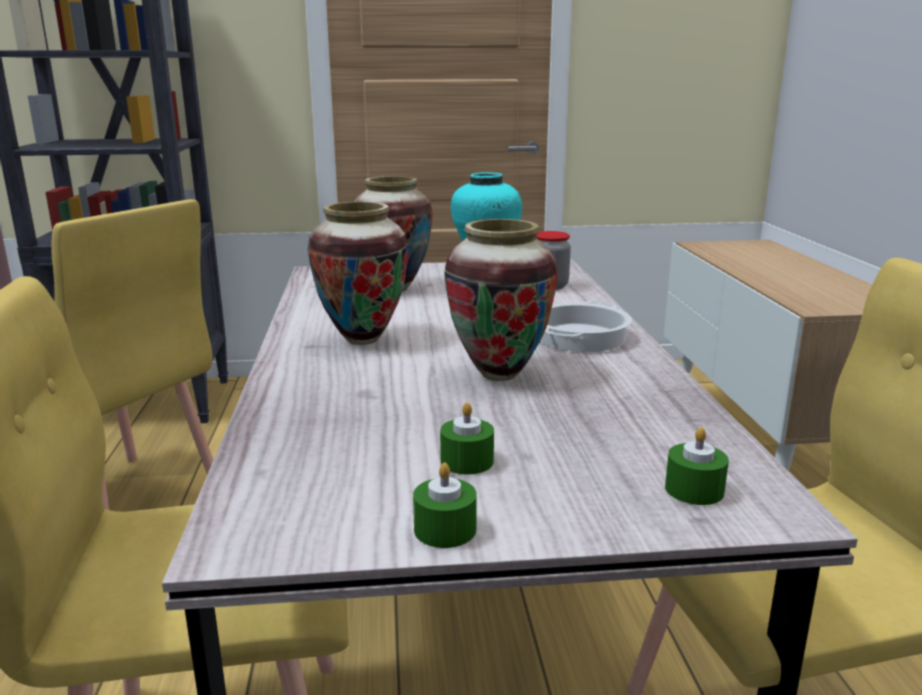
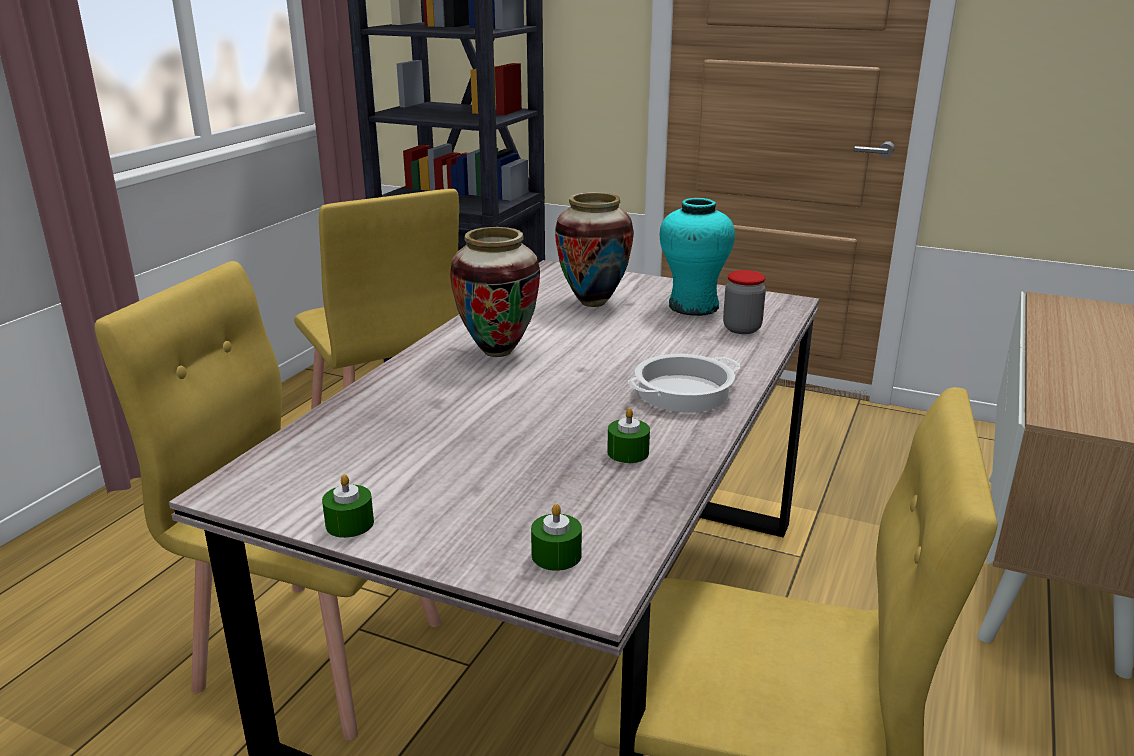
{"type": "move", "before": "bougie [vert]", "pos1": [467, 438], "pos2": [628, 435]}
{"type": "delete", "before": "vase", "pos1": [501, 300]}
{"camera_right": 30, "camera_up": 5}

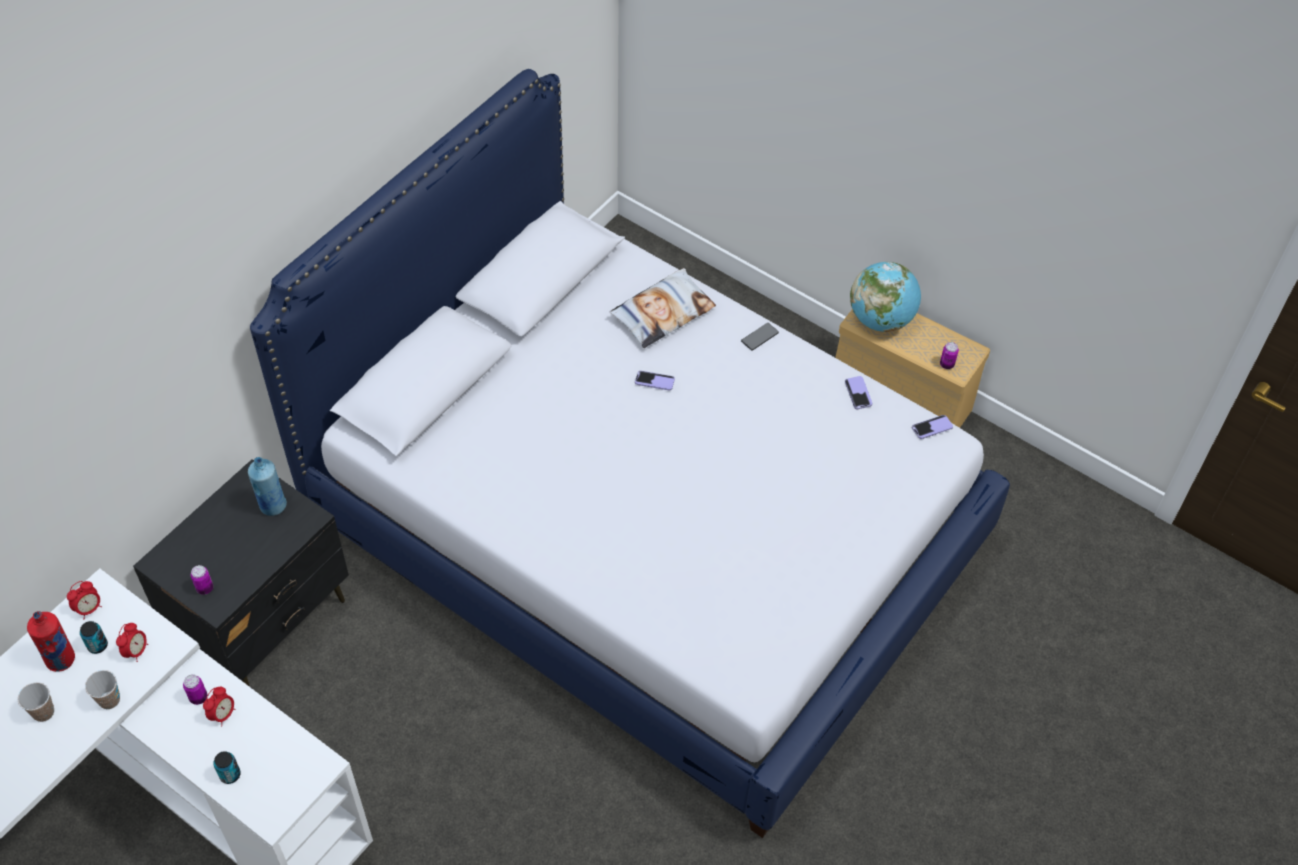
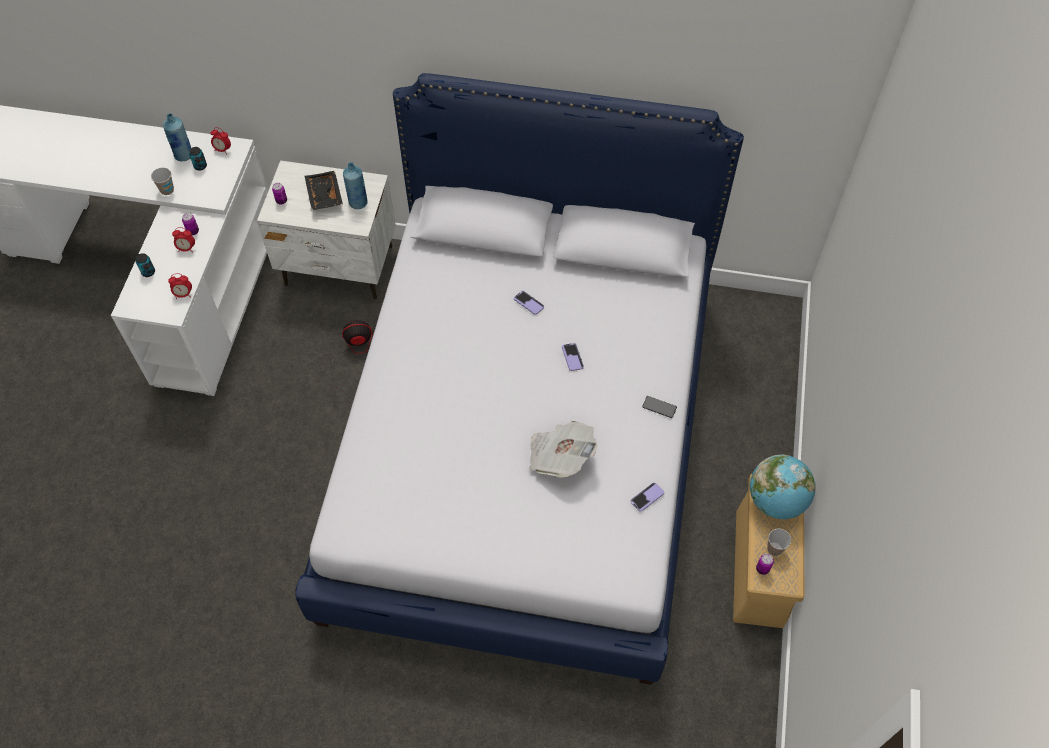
{"type": "recolor", "before": "bouteille [rouge]", "after": "bouteille [bleu]", "pos1": [51, 641], "pos2": [177, 137]}
{"type": "move", "before": "réveil", "pos1": [132, 642], "pos2": [180, 286]}
{"type": "recolor", "before": "table de chevet [noir]", "after": "table de chevet [blanc]", "pos1": [241, 573], "pos2": [326, 229]}
{"type": "insert", "after": "plateau [noir]", "pos2": [323, 190]}
{"type": "insert", "after": "ventilateur", "pos2": [346, 363]}
{"type": "move", "before": "téléphone", "pos1": [932, 427], "pos2": [529, 303]}
{"type": "insert", "after": "journal", "pos2": [563, 449]}
{"type": "move", "before": "tasse", "pos1": [36, 702], "pos2": [779, 542]}
{"type": "delete", "before": "coussin", "pos1": [663, 308]}
{"camera_right": 65, "camera_up": 5}

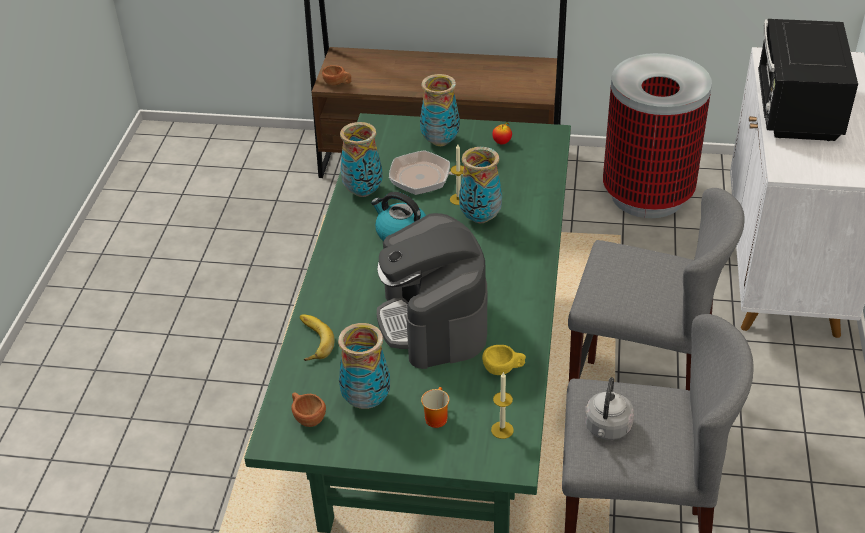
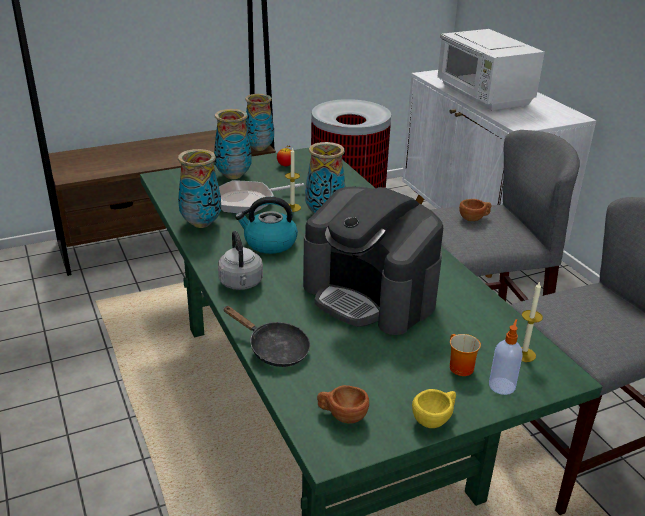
{"type": "move", "before": "bouilloire [gris]", "pos1": [609, 408], "pos2": [240, 260]}
{"type": "replace", "before": "banane", "after": "poêle [noir]", "pos1": [317, 337], "pos2": [266, 336]}
{"type": "move", "before": "vase", "pos1": [364, 366], "pos2": [259, 122]}
{"type": "move", "before": "tasse [jaune]", "pos1": [504, 360], "pos2": [434, 408]}
{"type": "recolor", "before": "micro-ondes [noir]", "after": "micro-ondes [blanc]", "pos1": [808, 80], "pos2": [491, 70]}
{"type": "move", "before": "tasse [marron]", "pos1": [336, 75], "pos2": [475, 210]}
{"type": "insert", "after": "distributeur de savon", "pos2": [505, 357]}
{"camera_right": -35, "camera_up": -10}

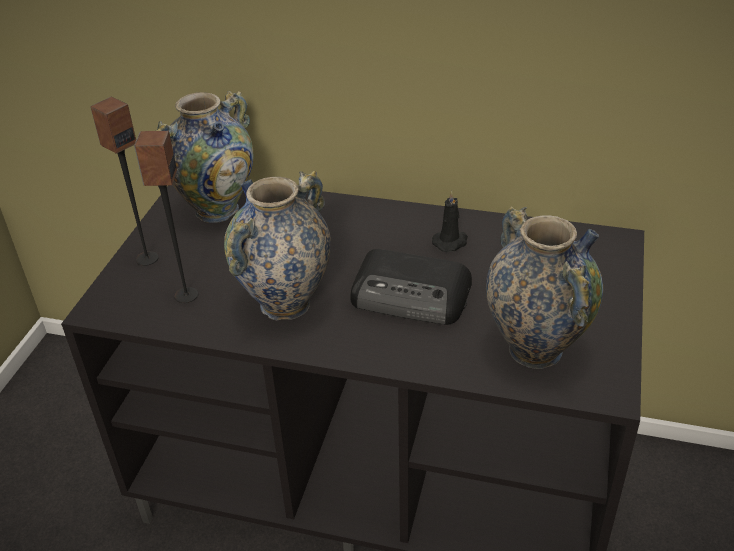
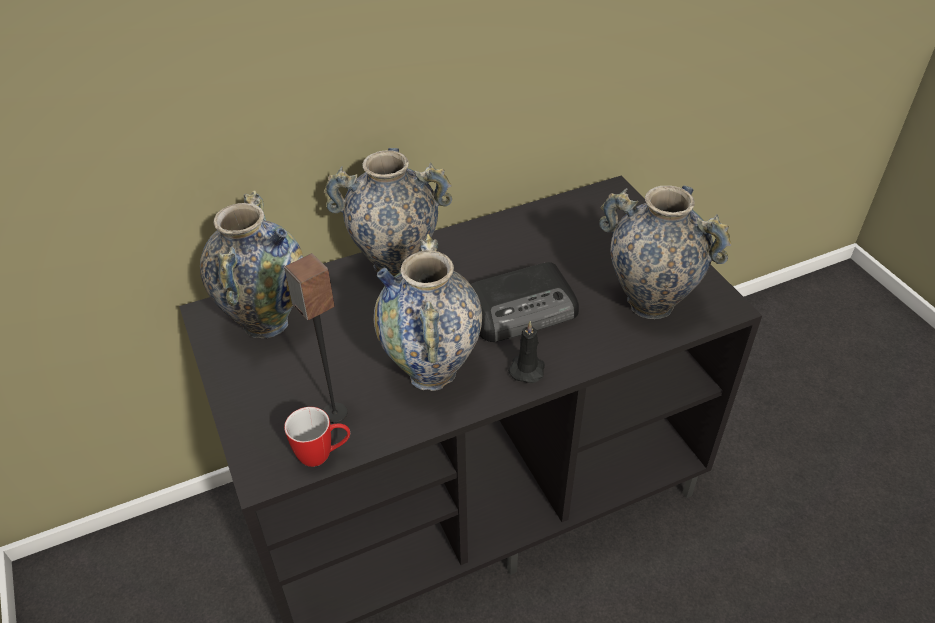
{"type": "insert", "after": "mug", "pos2": [317, 437]}
{"type": "insert", "after": "vase", "pos2": [388, 212]}
{"type": "move", "before": "bougie [noir]", "pos1": [450, 221], "pos2": [526, 352]}
{"type": "delete", "before": "enceinte", "pos1": [124, 181]}
{"camera_right": -40, "camera_up": 5}

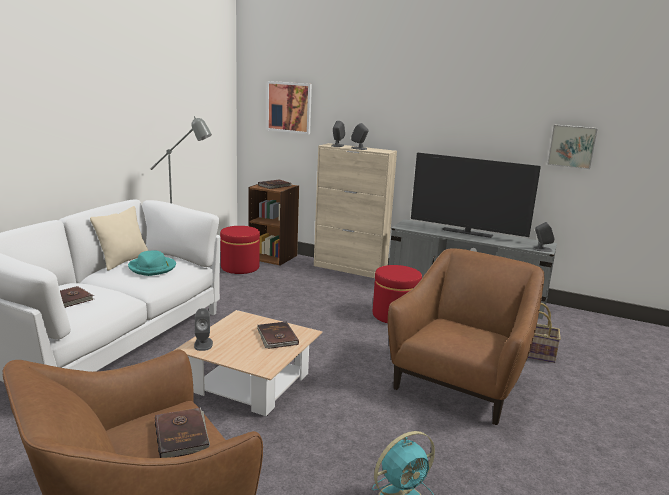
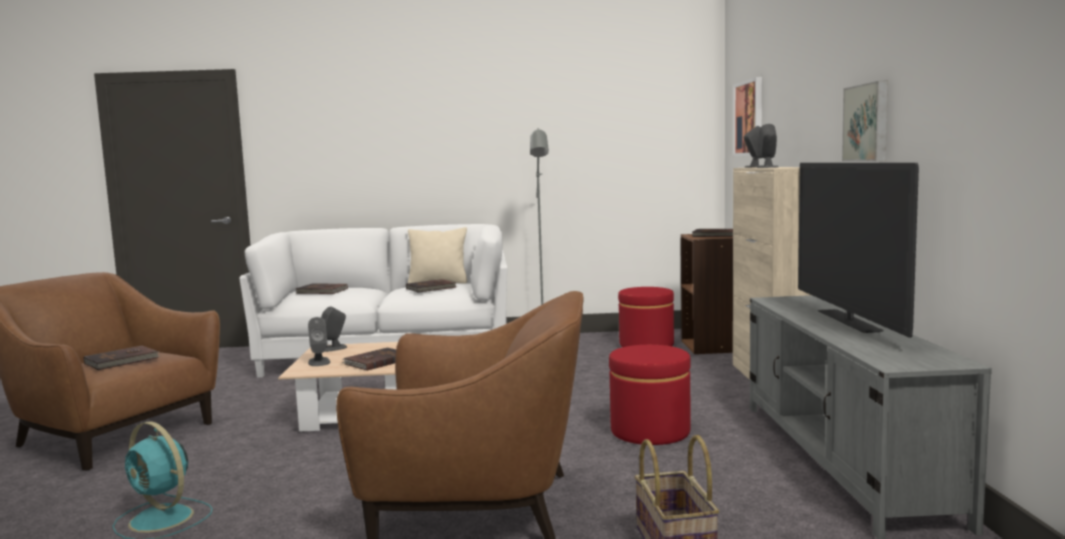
{"type": "move", "before": "enceinte [gris]", "pos1": [543, 237], "pos2": [319, 341]}
{"type": "replace", "before": "chapeau [turquoise]", "after": "livre [marron]", "pos1": [152, 263], "pos2": [431, 286]}
{"type": "move", "before": "tableau", "pos1": [572, 146], "pos2": [865, 121]}
{"camera_right": 65, "camera_up": -10}

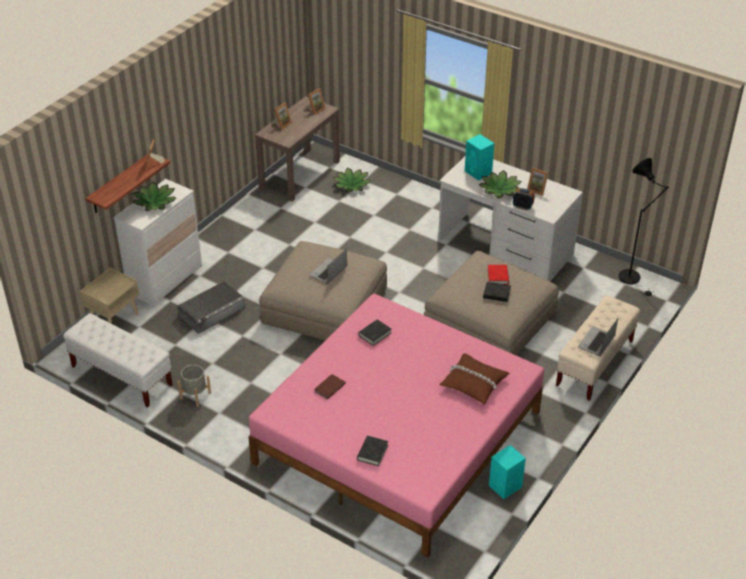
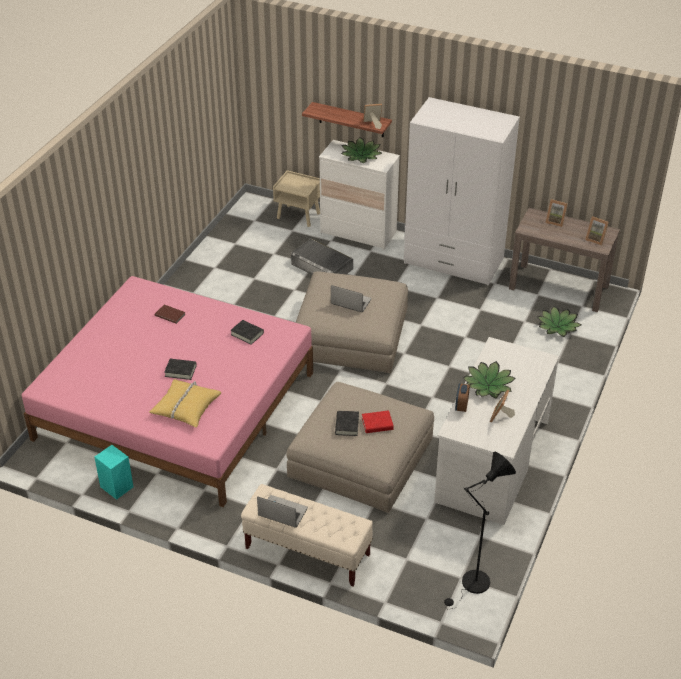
{"type": "recolor", "before": "coussin [marron]", "after": "coussin [jaune]", "pos1": [475, 378], "pos2": [185, 403]}
{"type": "move", "before": "livre [noir]", "pos1": [372, 451], "pos2": [180, 369]}
{"type": "insert", "after": "armoire [blanc]", "pos2": [462, 191]}
{"type": "delete", "before": "banc [blanc]", "pos1": [118, 360]}
{"type": "delete", "before": "cache-pot [gris]", "pos1": [194, 386]}
{"type": "delete", "before": "enceinte [turquoise]", "pos1": [480, 157]}
{"camera_right": 80, "camera_up": 0}

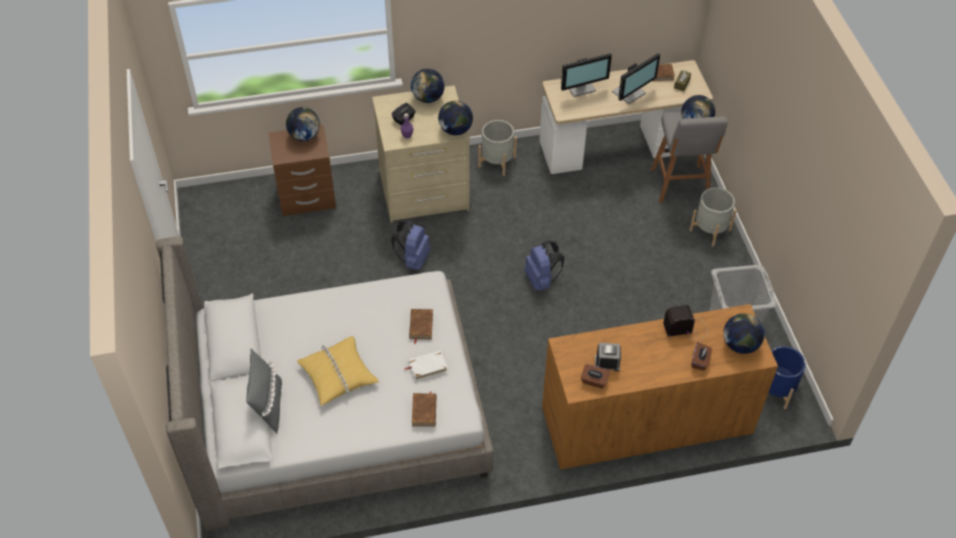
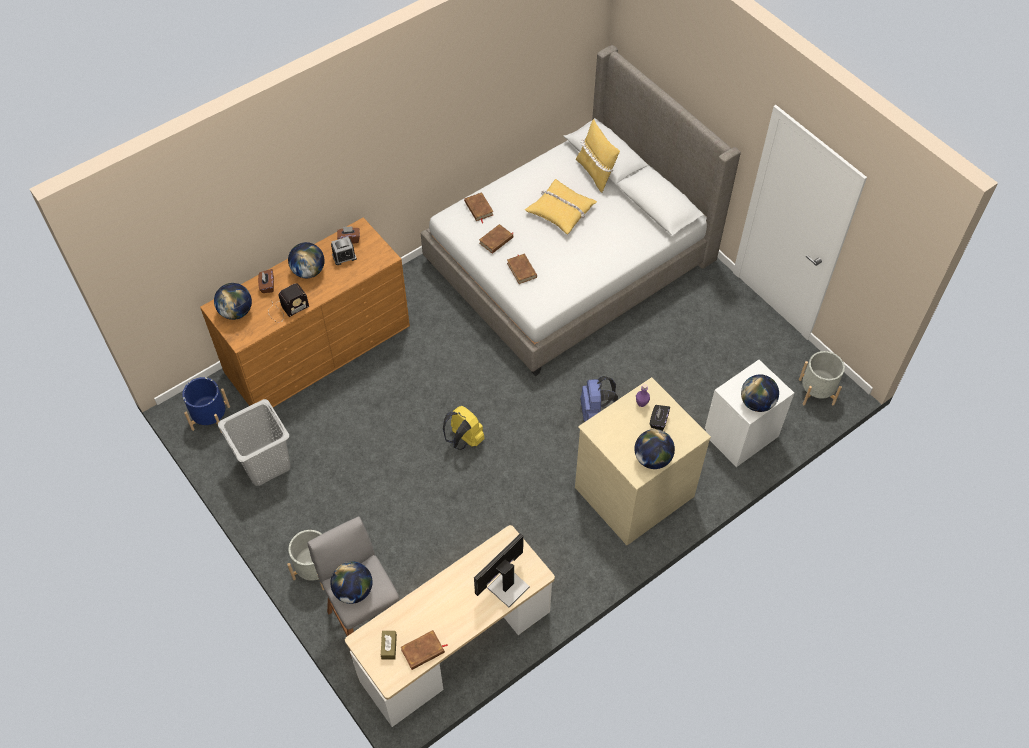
{"type": "move", "before": "globe", "pos1": [455, 117], "pos2": [306, 260]}
{"type": "recolor", "before": "sac à dos [bleu]", "after": "sac à dos [jaune]", "pos1": [544, 266], "pos2": [464, 428]}
{"type": "recolor", "before": "livre [blanc]", "after": "livre [marron]", "pos1": [426, 365], "pos2": [496, 239]}
{"type": "recolor", "before": "coussin [gris]", "after": "coussin [jaune]", "pos1": [264, 391], "pos2": [598, 156]}
{"type": "recolor", "before": "table de chevet [marron]", "after": "table de chevet [blanc]", "pos1": [302, 170], "pos2": [749, 413]}
{"type": "move", "before": "cache-pot [gris]", "pos1": [497, 148], "pos2": [822, 378]}
{"type": "delete", "before": "écran d'ordinateur", "pos1": [636, 78]}
{"camera_right": 155, "camera_up": 5}

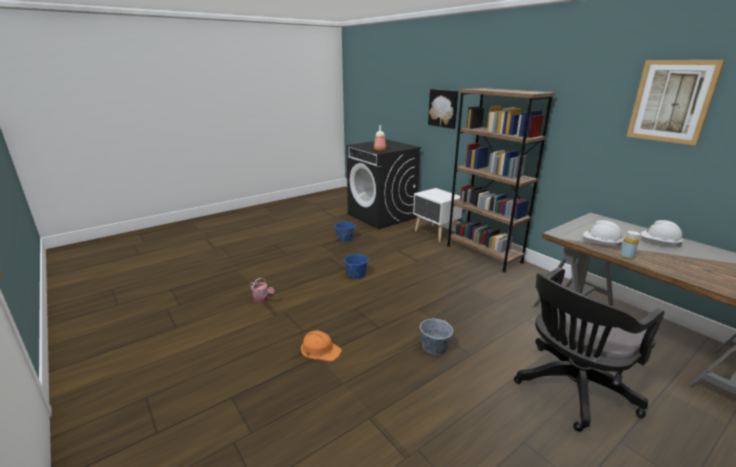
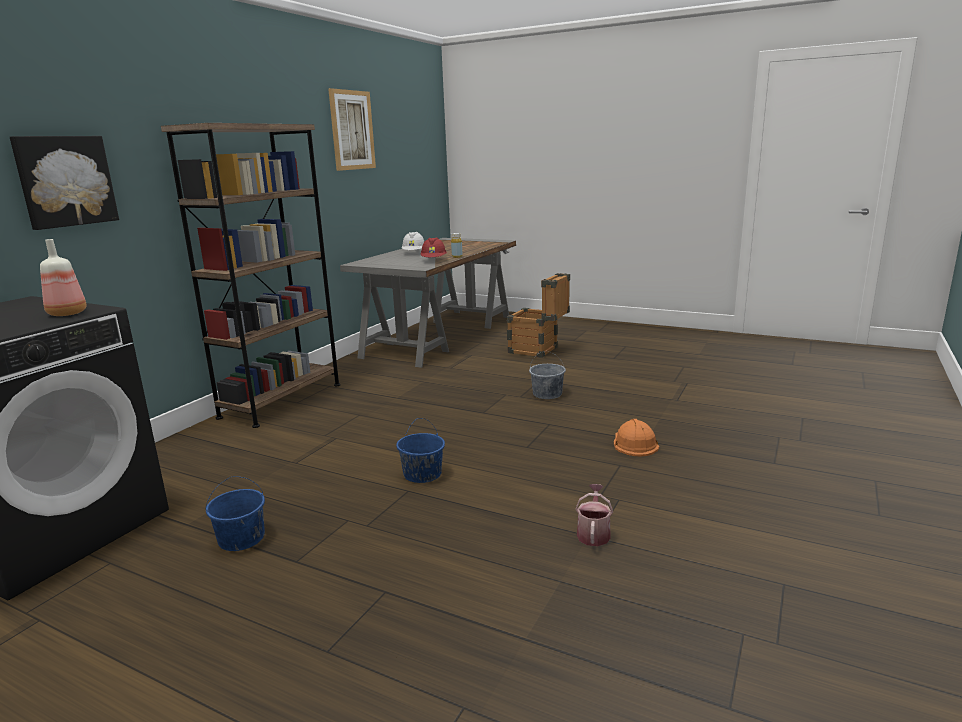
{"type": "recolor", "before": "casque de chantier [blanc]", "after": "casque de chantier [rouge]", "pos1": [603, 233], "pos2": [434, 248]}
{"type": "replace", "before": "chaise de bureau [noir]", "after": "caisse", "pos1": [589, 349], "pos2": [538, 315]}
{"type": "delete", "before": "table de chevet [blanc]", "pos1": [438, 215]}
{"camera_right": -115, "camera_up": -5}

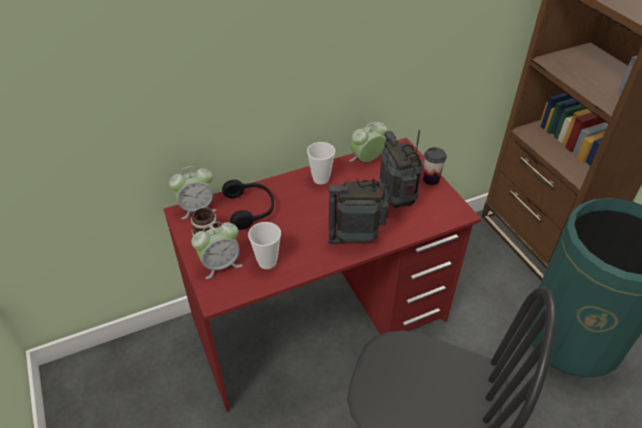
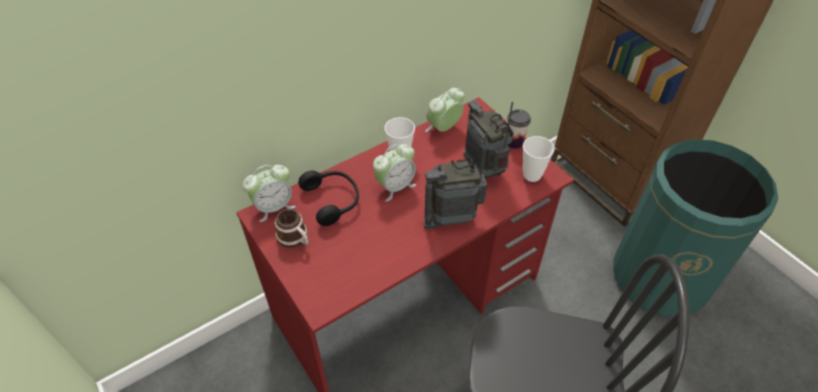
{"type": "move", "before": "réveil", "pos1": [217, 250], "pos2": [394, 173]}
{"type": "move", "before": "tasse", "pos1": [264, 245], "pos2": [539, 159]}
{"camera_right": -10, "camera_up": 5}

